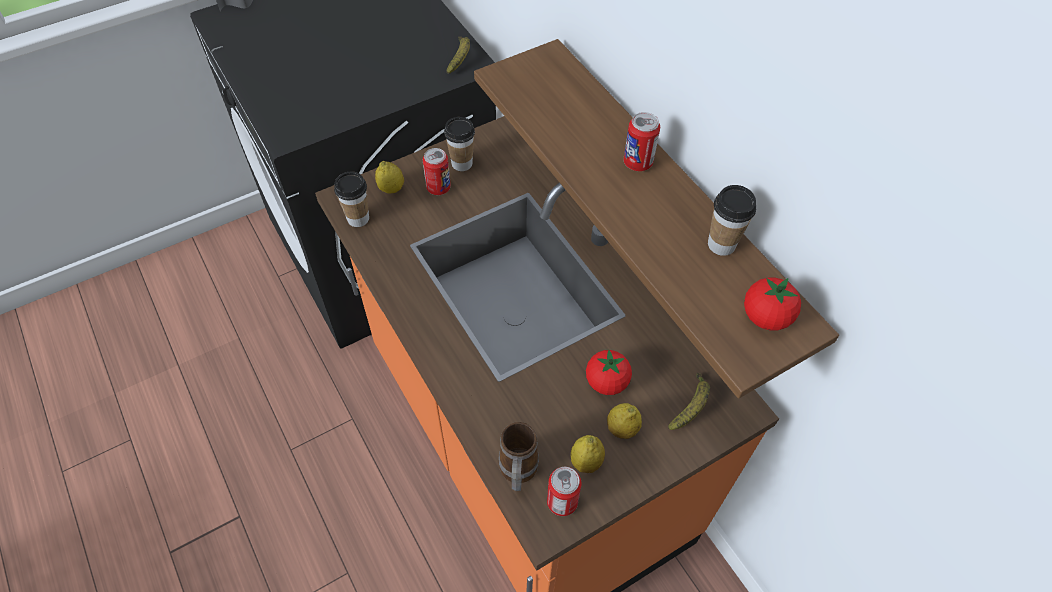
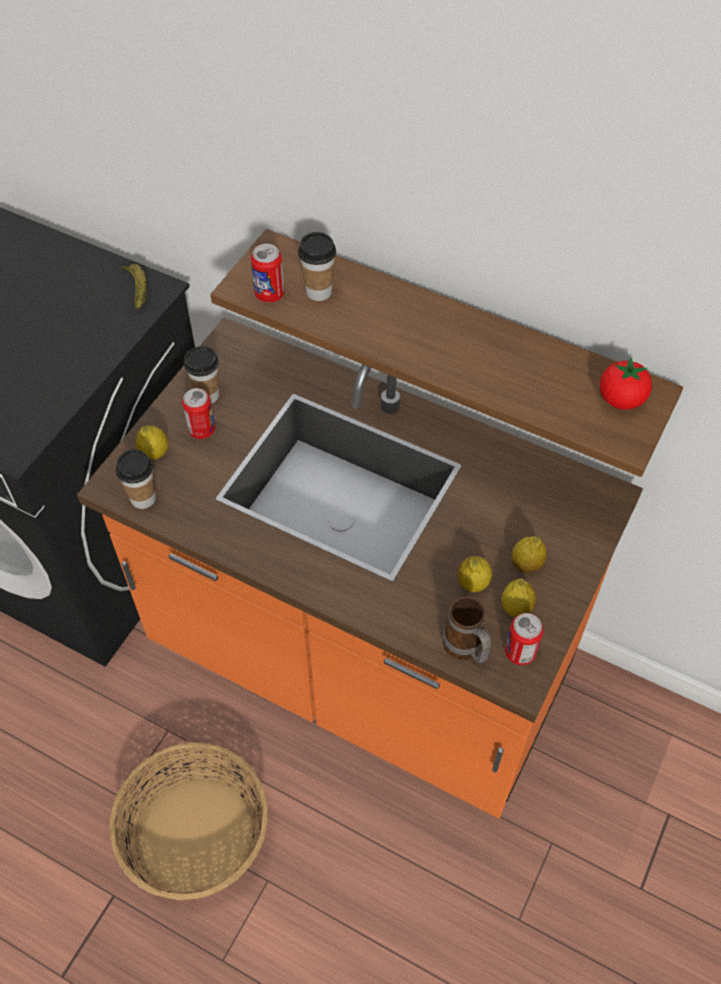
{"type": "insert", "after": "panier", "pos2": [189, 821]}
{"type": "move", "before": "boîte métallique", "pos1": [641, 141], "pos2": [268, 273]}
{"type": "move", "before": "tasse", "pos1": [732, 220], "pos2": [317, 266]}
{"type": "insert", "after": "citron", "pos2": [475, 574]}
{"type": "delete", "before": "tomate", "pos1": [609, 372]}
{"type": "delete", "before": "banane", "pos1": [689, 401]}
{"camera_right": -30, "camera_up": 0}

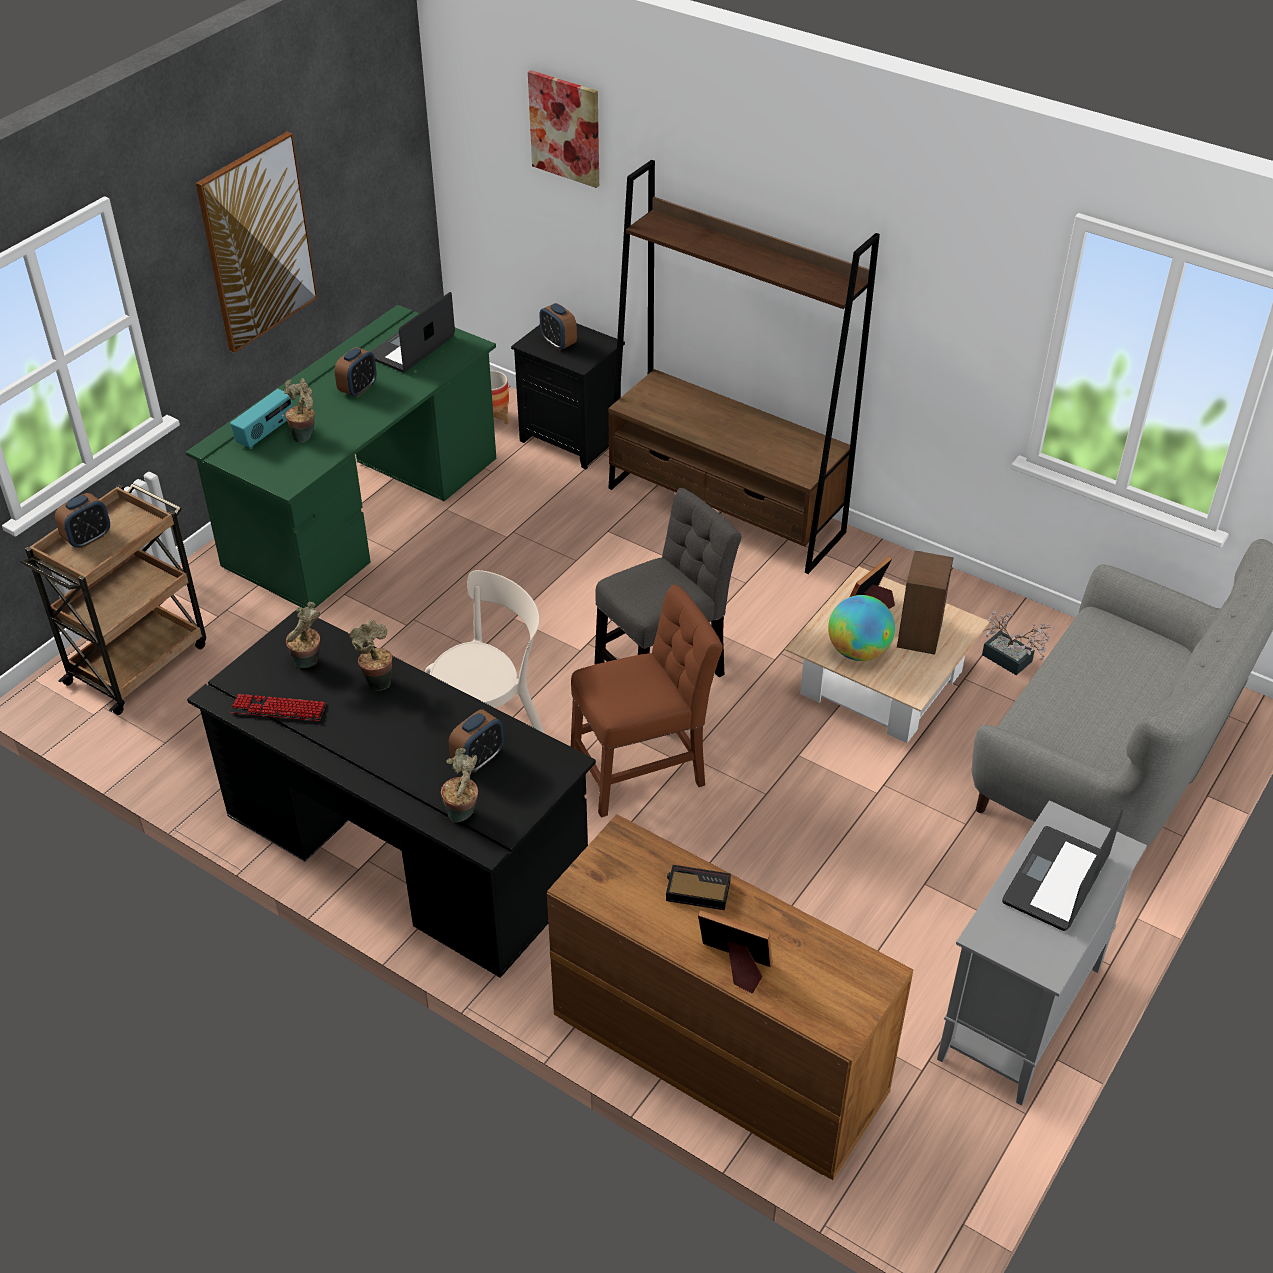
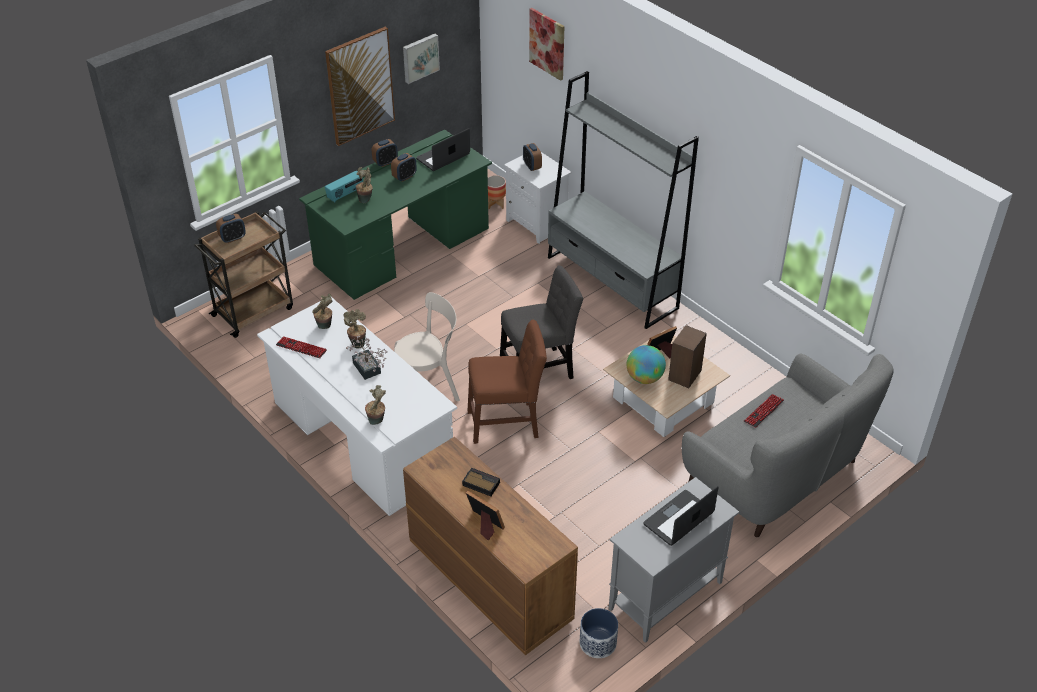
{"type": "recolor", "before": "bureau [noir]", "after": "bureau [blanc]", "pos1": [391, 794], "pos2": [357, 406]}
{"type": "move", "before": "plante en pot", "pos1": [1018, 643], "pos2": [366, 358]}
{"type": "move", "before": "réveil", "pos1": [476, 741], "pos2": [385, 153]}
{"type": "insert", "after": "tableau", "pos2": [421, 59]}
{"type": "recolor", "before": "table de chevet [noir]", "after": "table de chevet [blanc]", "pos1": [568, 396], "pos2": [537, 198]}
{"type": "recolor", "before": "bibliothèque [marron]", "after": "bibliothèque [gris]", "pos1": [744, 367], "pos2": [623, 200]}
{"type": "insert", "after": "cache-pot", "pos2": [599, 633]}
{"type": "insert", "after": "clavier", "pos2": [764, 411]}
{"camera_right": 15, "camera_up": 0}

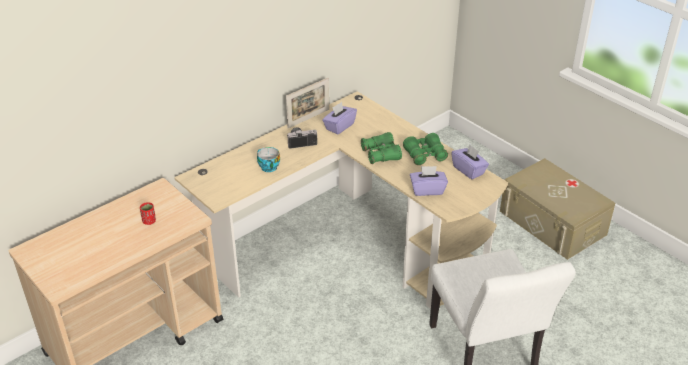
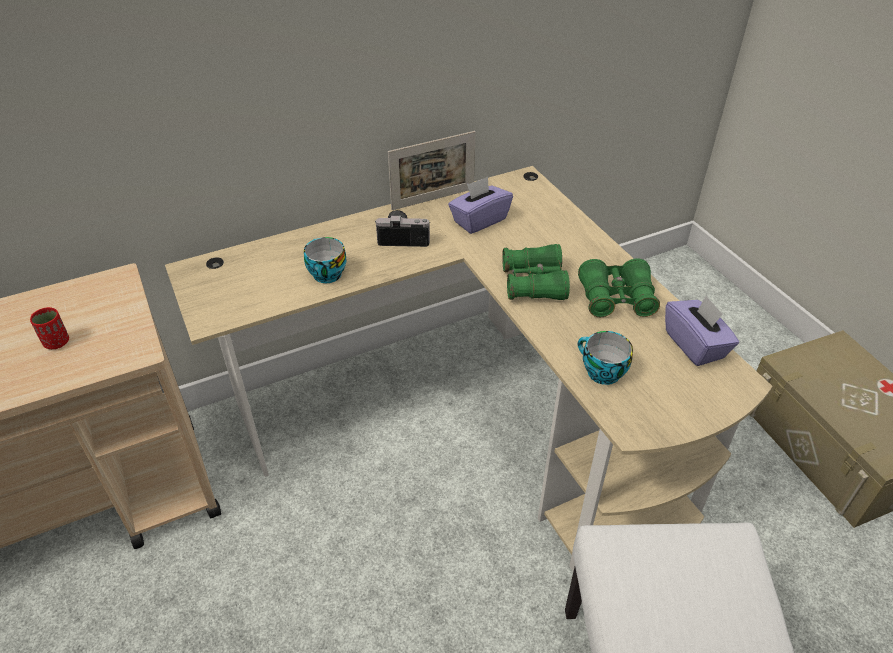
{"type": "replace", "before": "boîte à mouchoirs [violet]", "after": "tasse", "pos1": [429, 181], "pos2": [605, 358]}
{"camera_right": 15, "camera_up": 5}

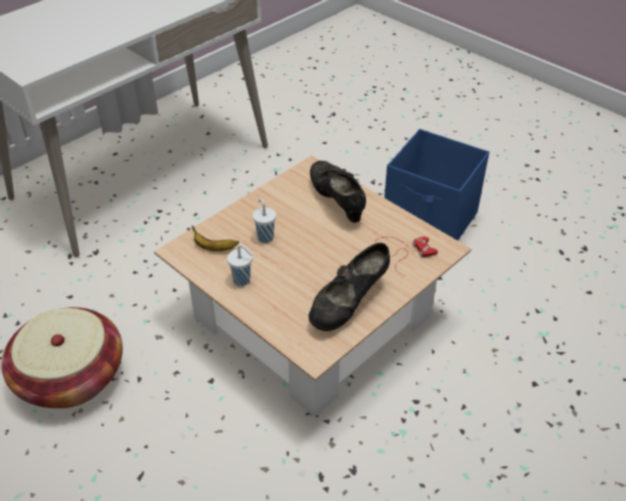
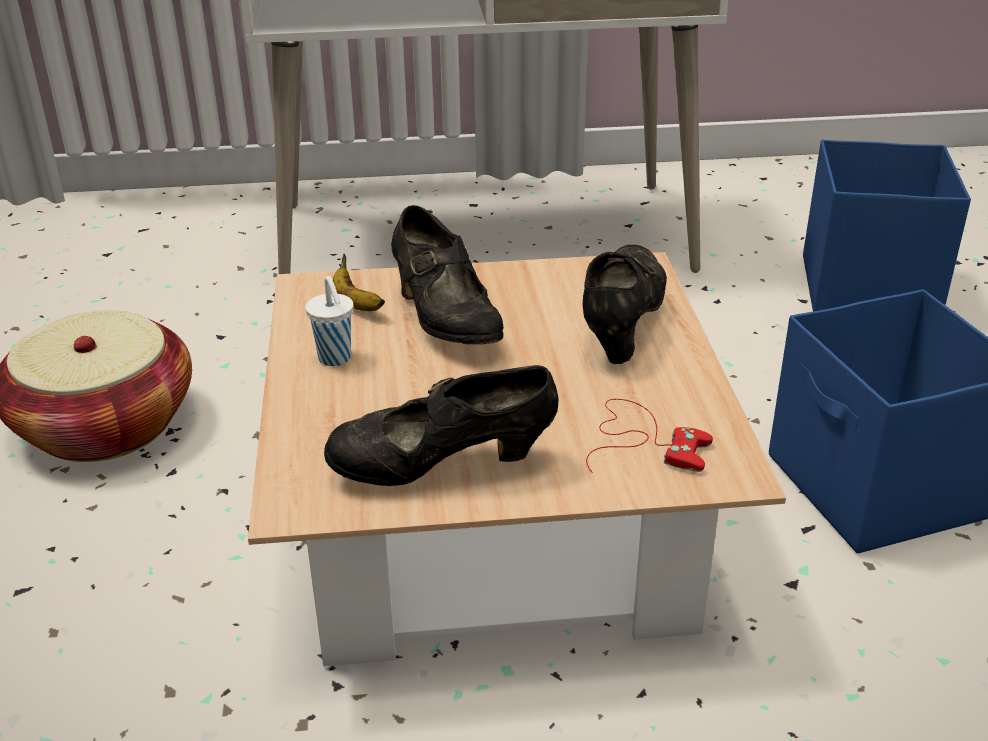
{"type": "replace", "before": "tasse [blanc]", "after": "chaussure [noir]", "pos1": [264, 221], "pos2": [447, 275]}
{"type": "insert", "after": "boîte de rangement [bleu]", "pos2": [887, 225]}
{"camera_right": 40, "camera_up": -10}

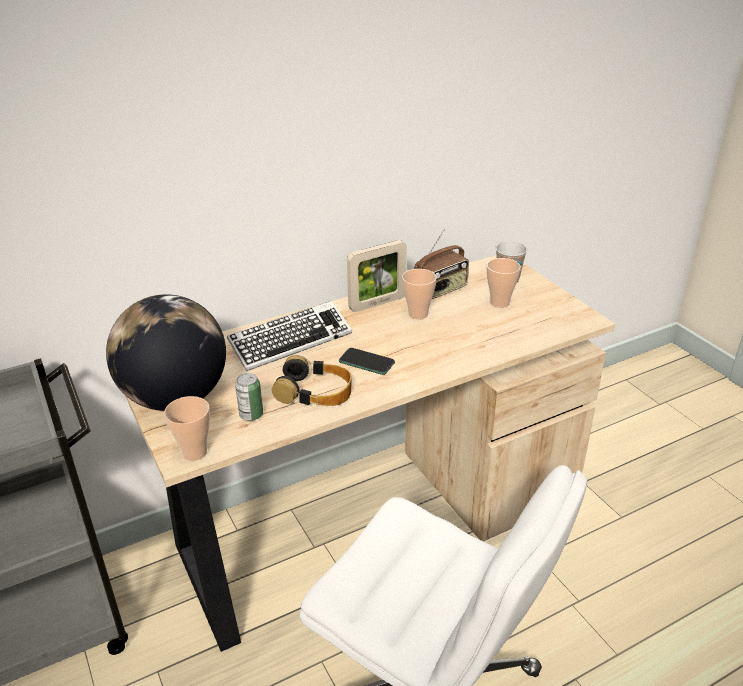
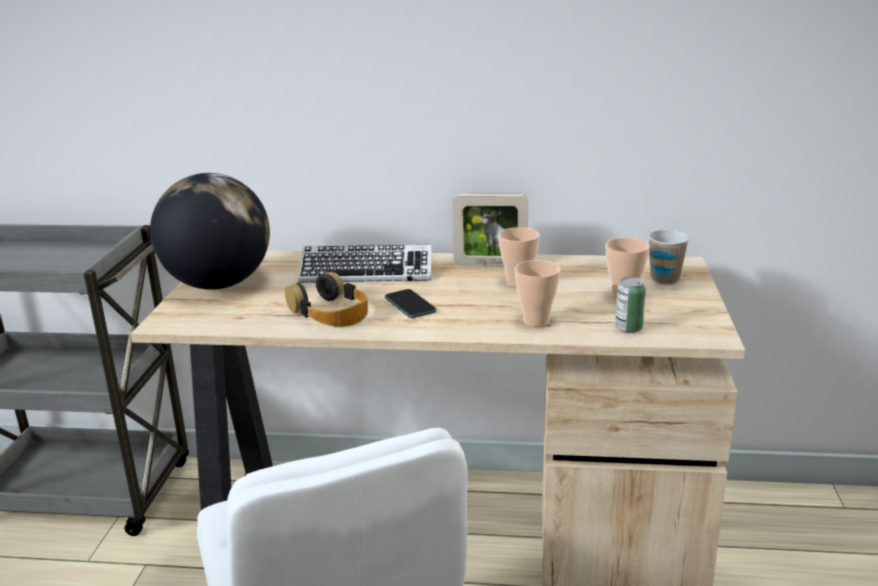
{"type": "move", "before": "tasse", "pos1": [187, 428], "pos2": [537, 293]}
{"type": "move", "before": "boîte métallique", "pos1": [249, 397], "pos2": [630, 305]}
{"type": "delete", "before": "radio", "pos1": [441, 264]}
{"camera_right": 35, "camera_up": -10}

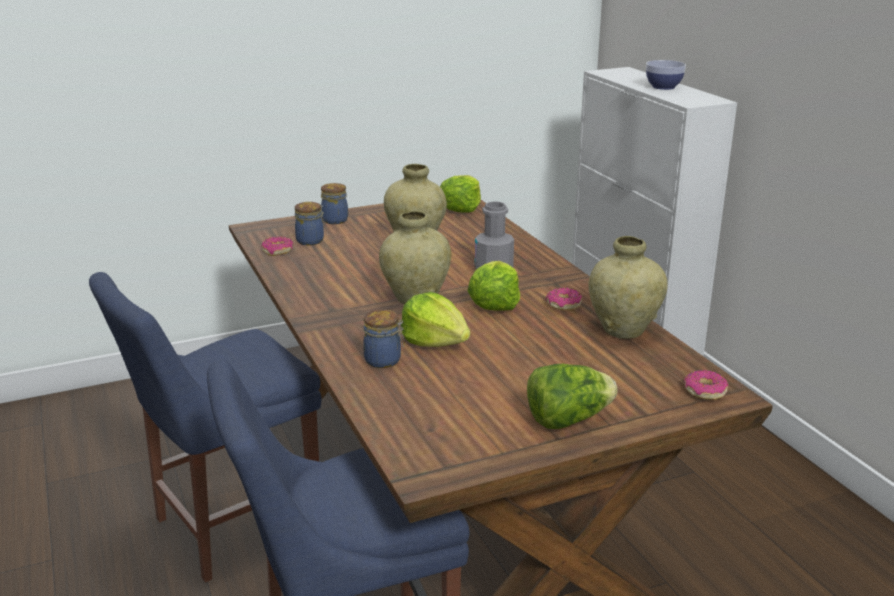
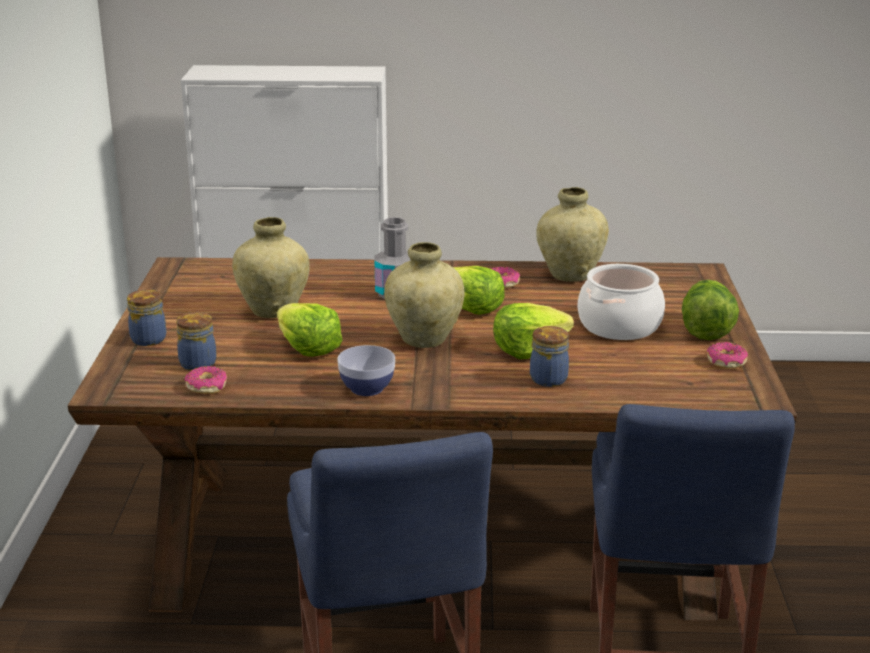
{"type": "move", "before": "laitue", "pos1": [460, 194], "pos2": [310, 330]}
{"type": "move", "before": "bol", "pos1": [666, 75], "pos2": [366, 370]}
{"type": "insert", "after": "marmite", "pos2": [621, 302]}
{"type": "move", "before": "beignet", "pos1": [706, 385], "pos2": [727, 355]}
{"camera_right": -65, "camera_up": 0}

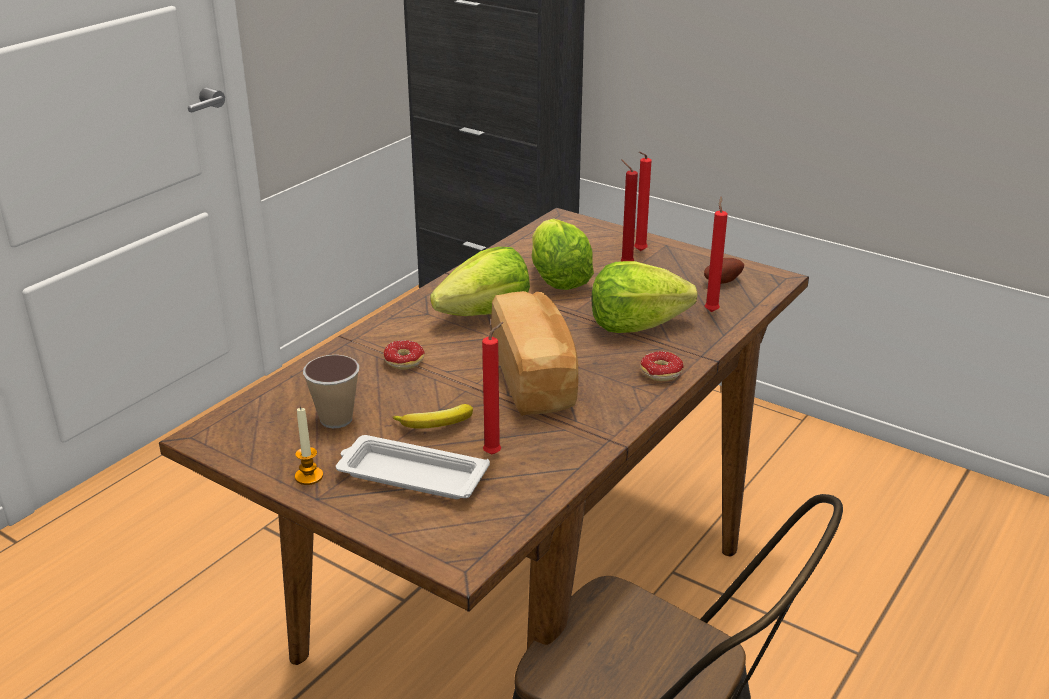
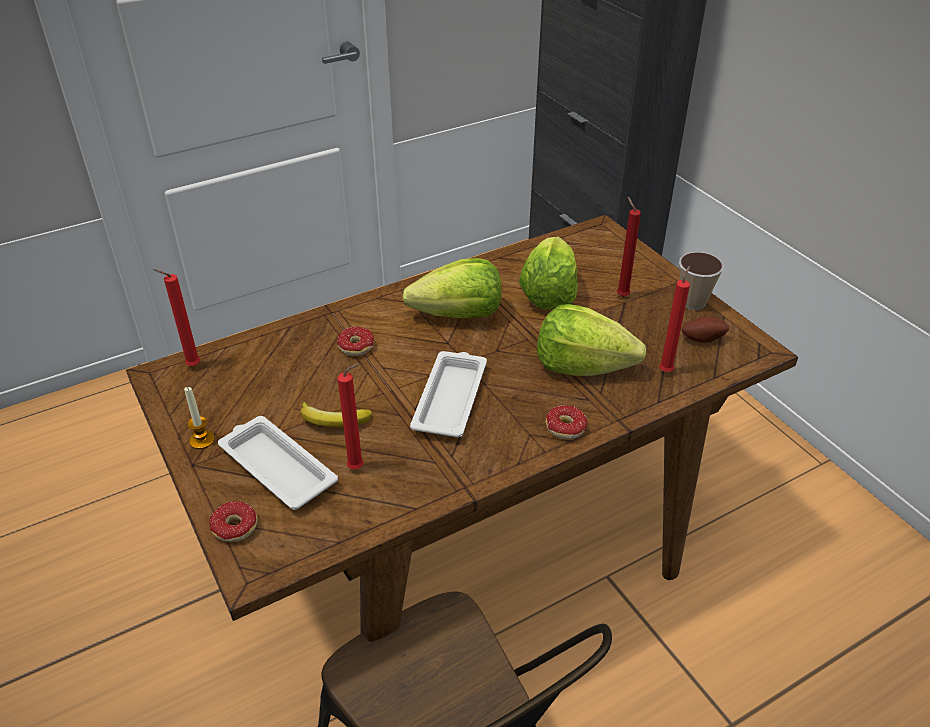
{"type": "move", "before": "bougie [rouge]", "pos1": [643, 201], "pos2": [176, 317]}
{"type": "insert", "after": "beignet", "pos2": [233, 521]}
{"type": "replace", "before": "pain", "after": "plateau [blanc]", "pos1": [534, 353], "pos2": [448, 394]}
{"type": "move", "before": "tasse", "pos1": [331, 391], "pos2": [701, 281]}
{"camera_right": 25, "camera_up": 10}

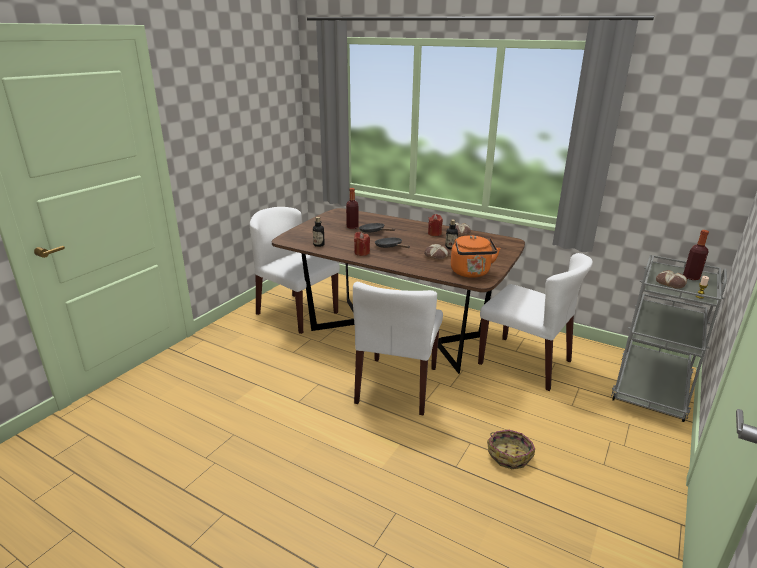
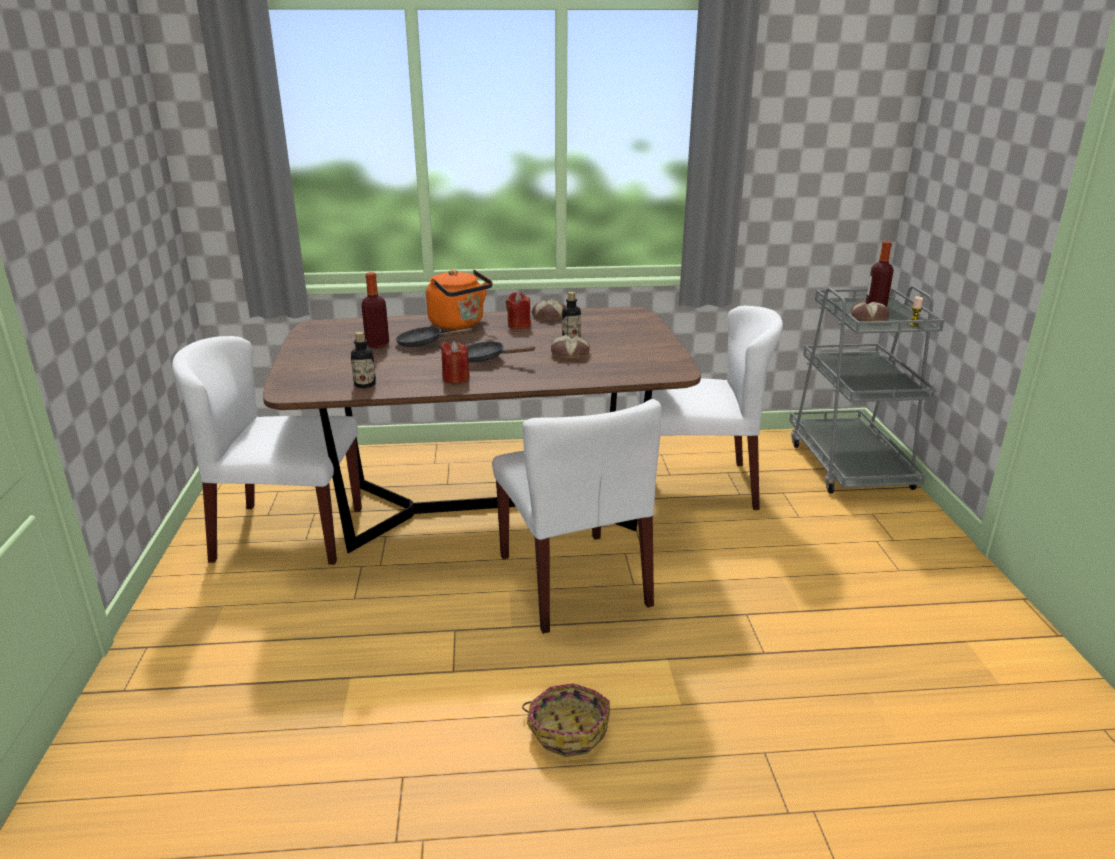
{"type": "move", "before": "bouilloire [orange]", "pos1": [476, 256], "pos2": [459, 299]}
{"type": "move", "before": "panier", "pos1": [511, 449], "pos2": [566, 720]}
{"camera_right": -35, "camera_up": 0}

